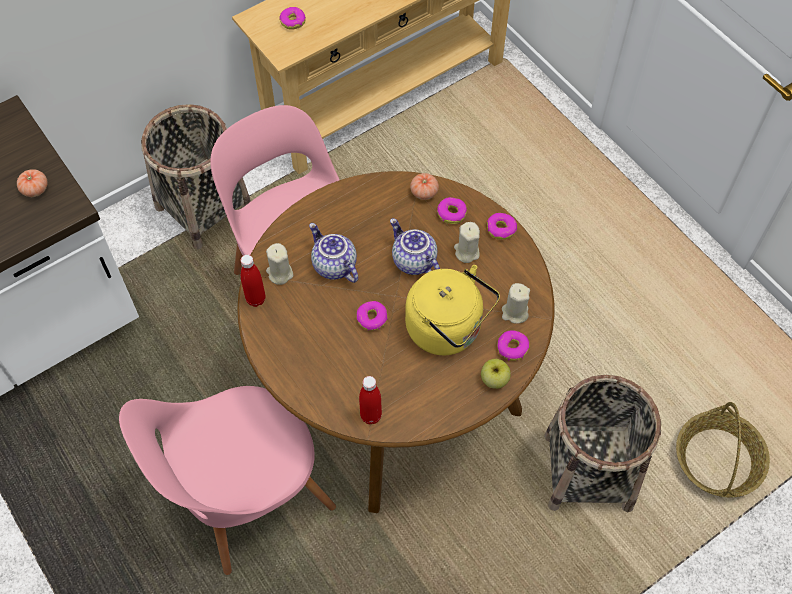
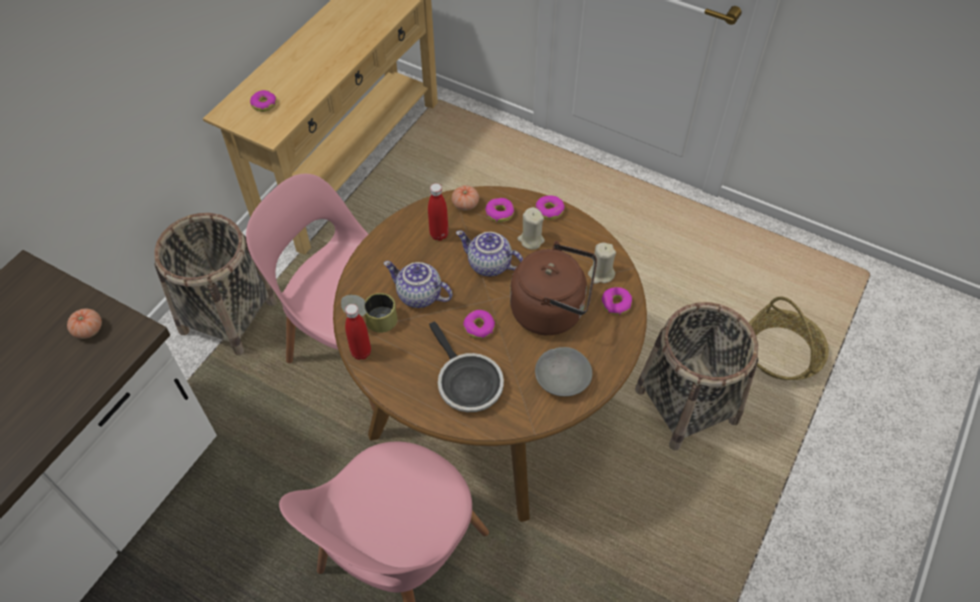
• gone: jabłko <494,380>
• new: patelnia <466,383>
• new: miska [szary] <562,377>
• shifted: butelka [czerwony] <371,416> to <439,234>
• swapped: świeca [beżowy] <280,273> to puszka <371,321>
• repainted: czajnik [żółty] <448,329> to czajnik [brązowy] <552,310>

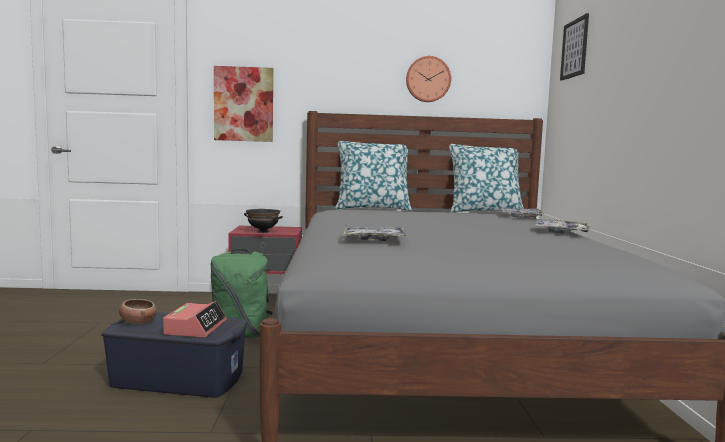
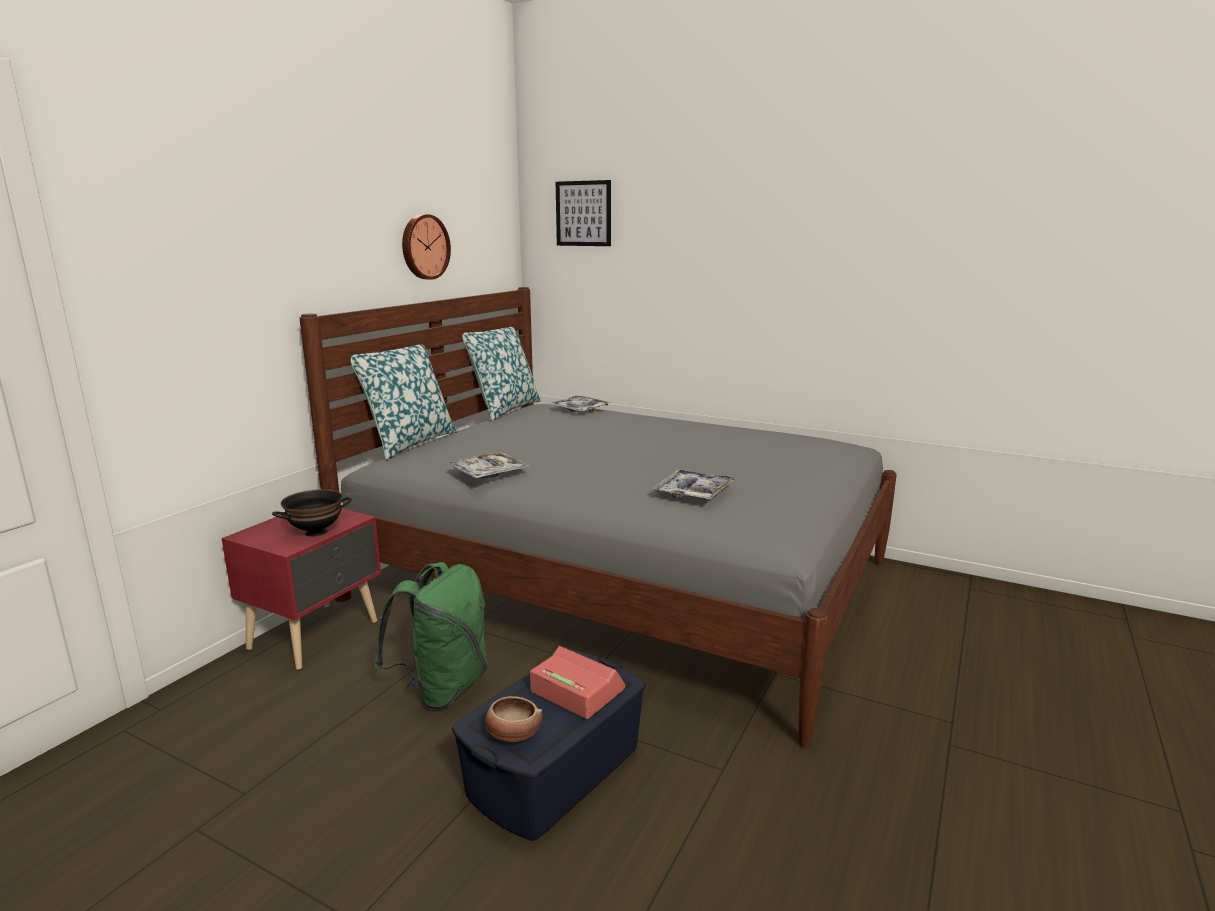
• gone: obraz <243,104>
• shifted: taca <561,232> to <488,473>

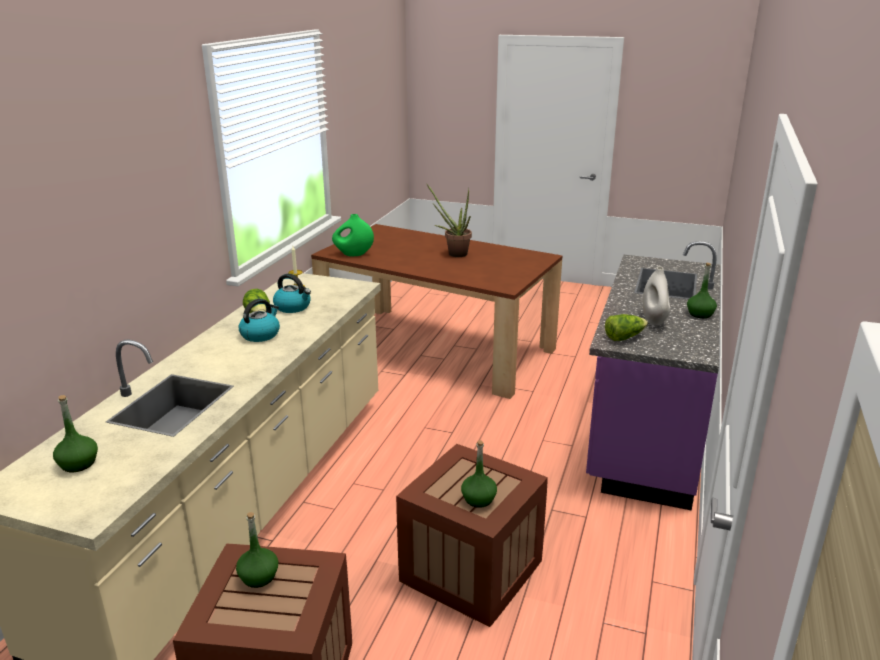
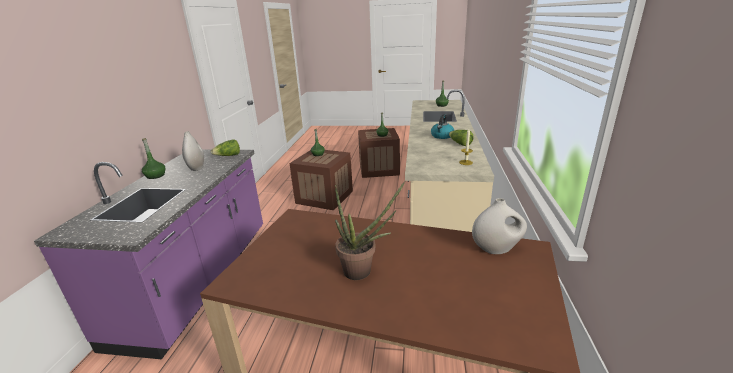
• gone: czajnik <293,307>
• repainted: wazon [zielony] <353,254> to wazon [biały] <496,249>

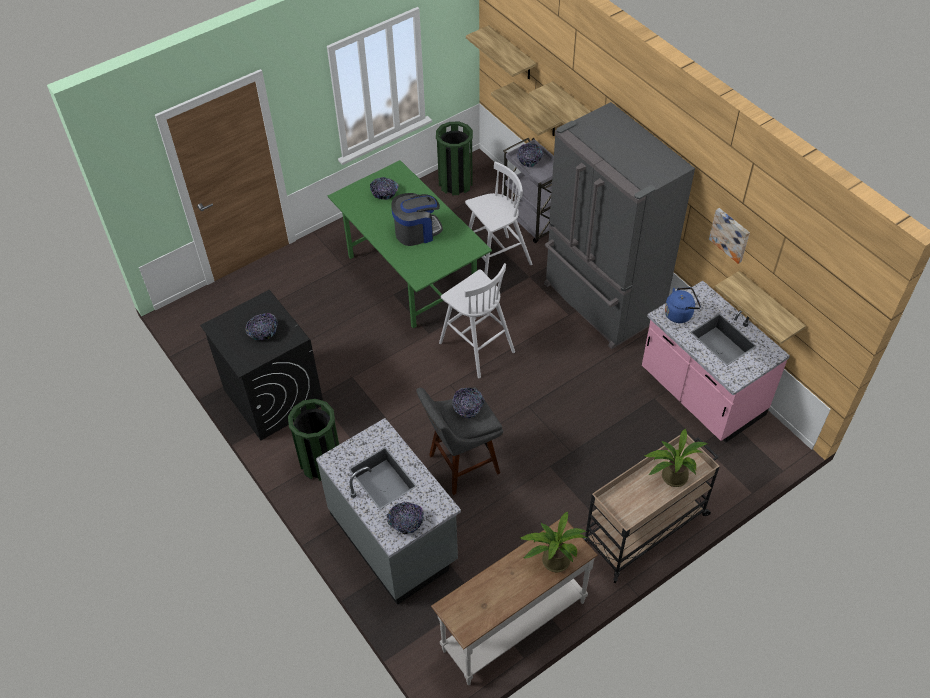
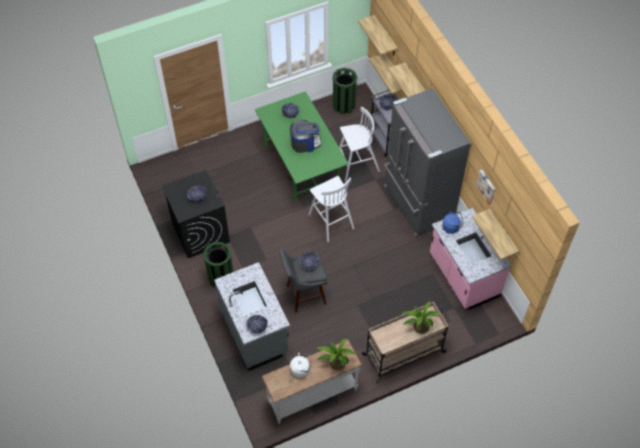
• new: czajnik [biały] <301,369>

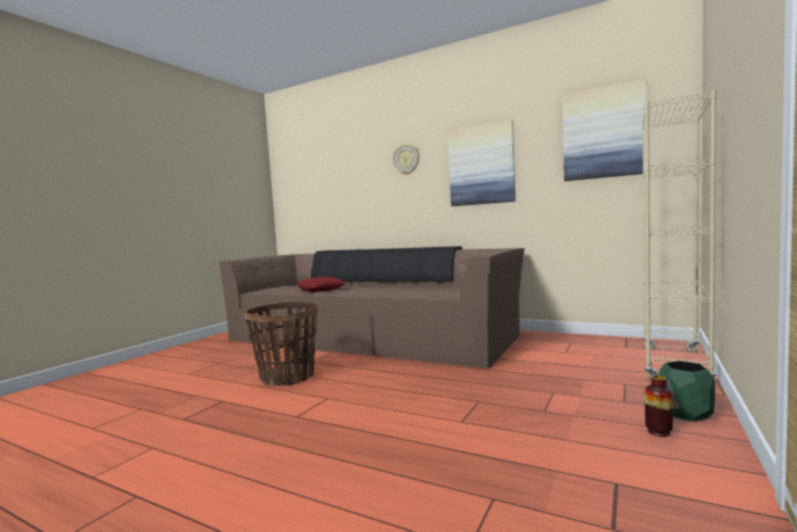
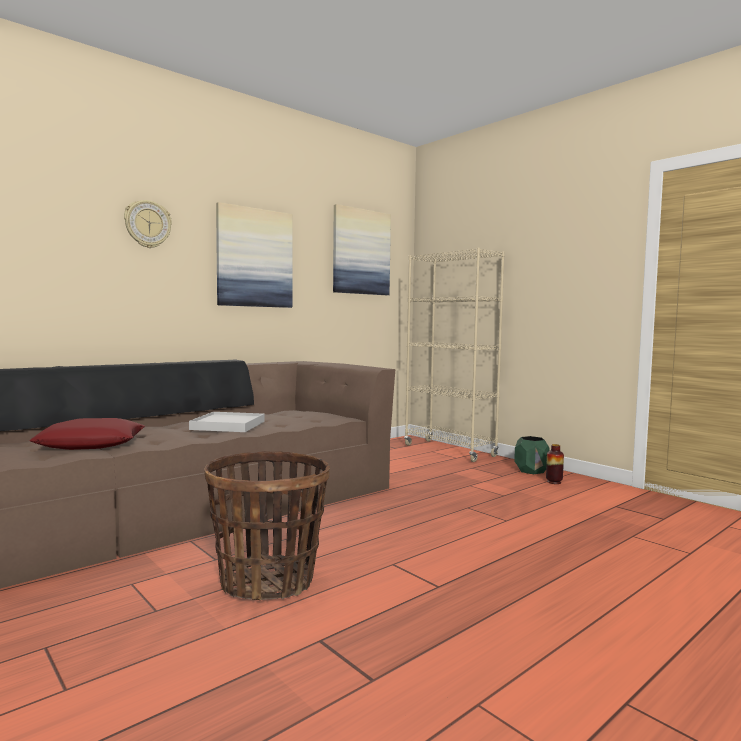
• new: taca [biały] <228,425>

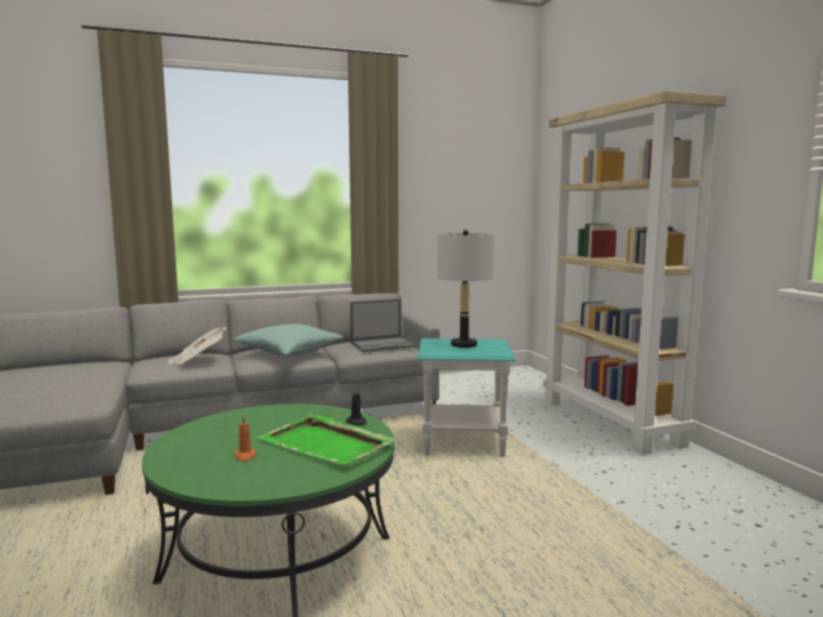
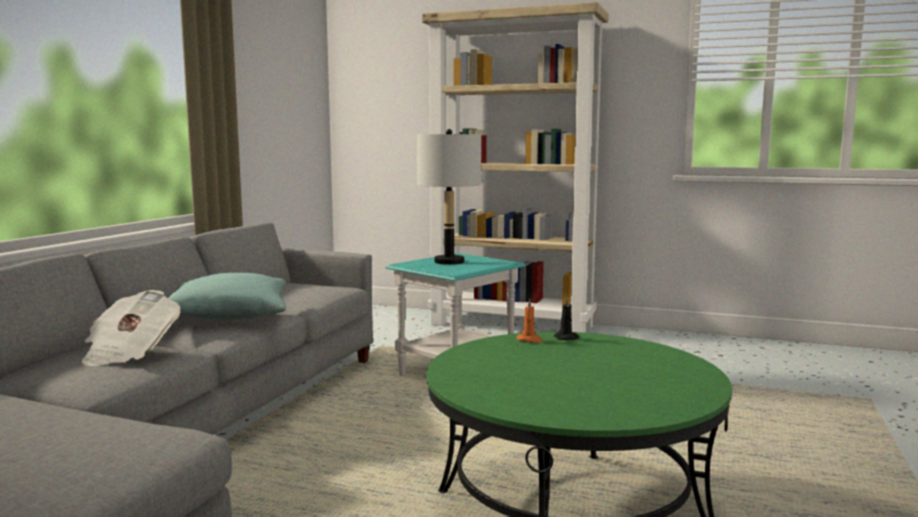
• gone: taca [zielony] <327,444>
• gone: laptop <383,344>
• shifted: świeca [pomarańczowy] <245,456> to <530,340>

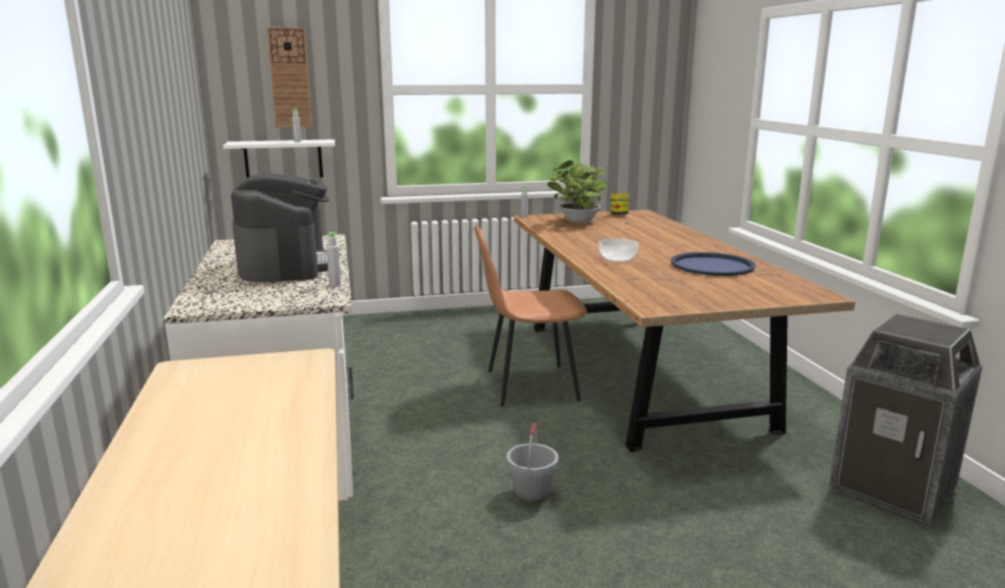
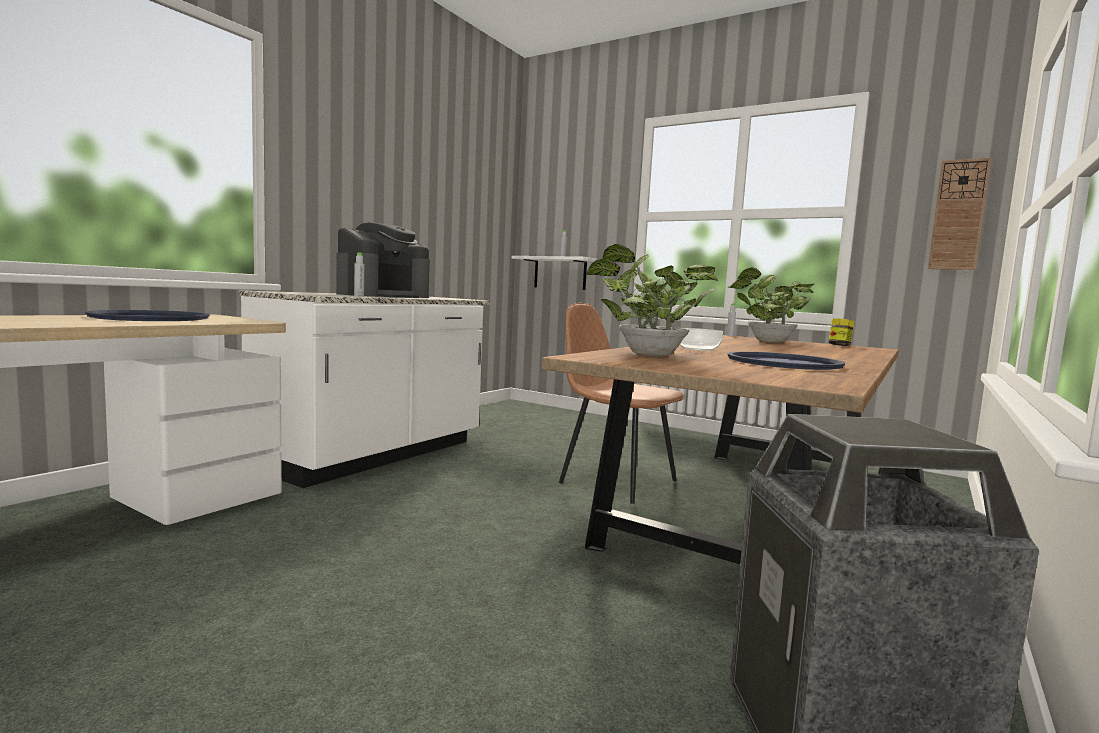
• gone: wiadro [szary] <531,494>
• new: taca [niebieski] <150,318>
• new: roślina doniczkowa <646,354>
• shifted: zegar ścienny <290,78> to <958,215>

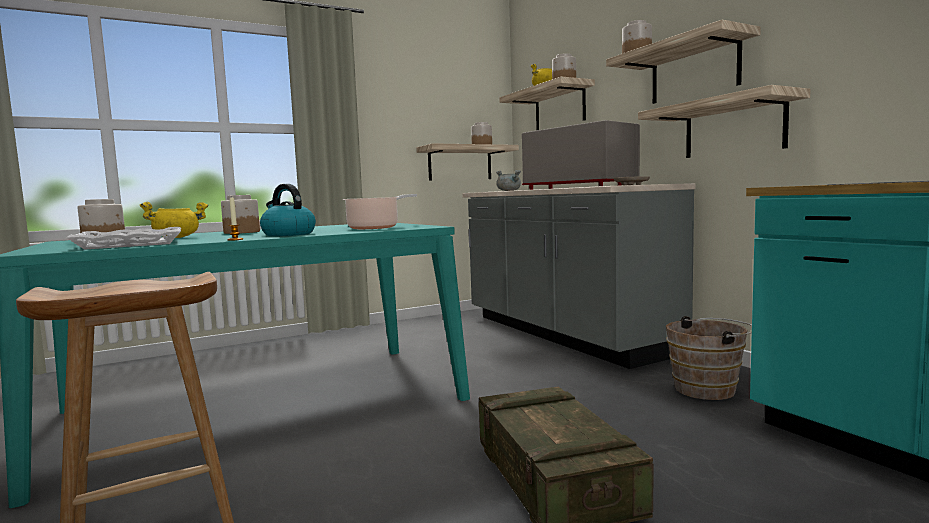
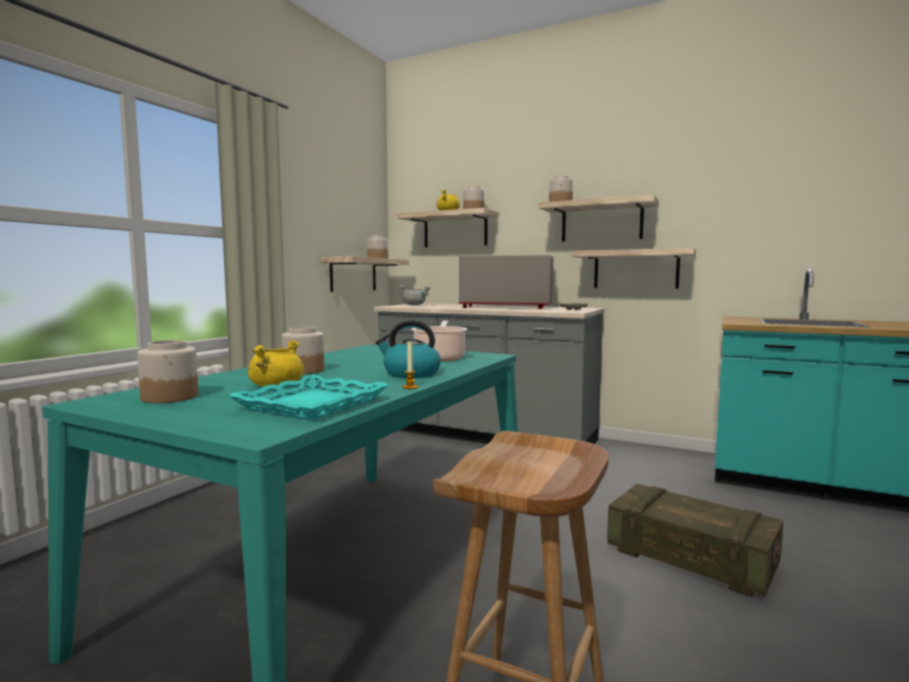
• gone: wiadro [brązowy] <709,389>
• repainted: taca [biały] <131,244> to taca [turkusowy] <312,404>

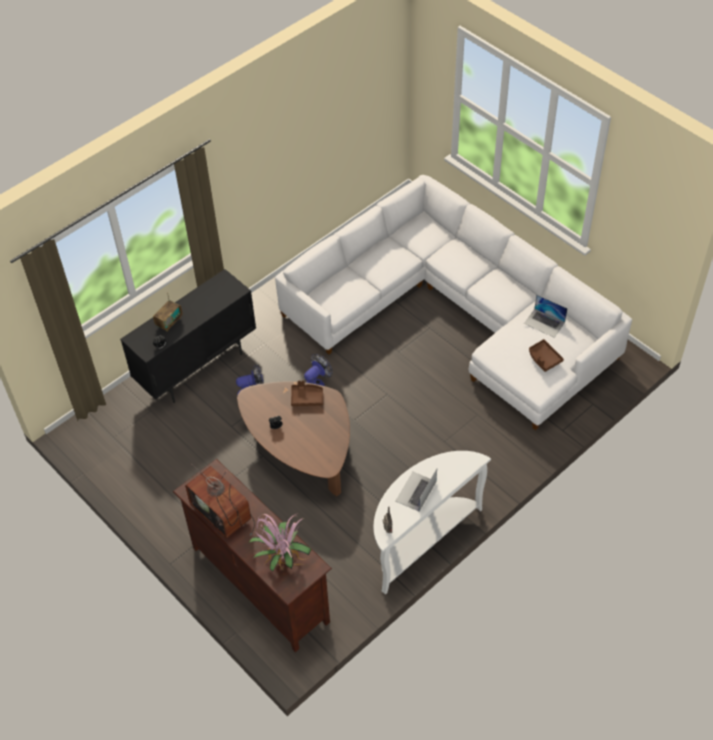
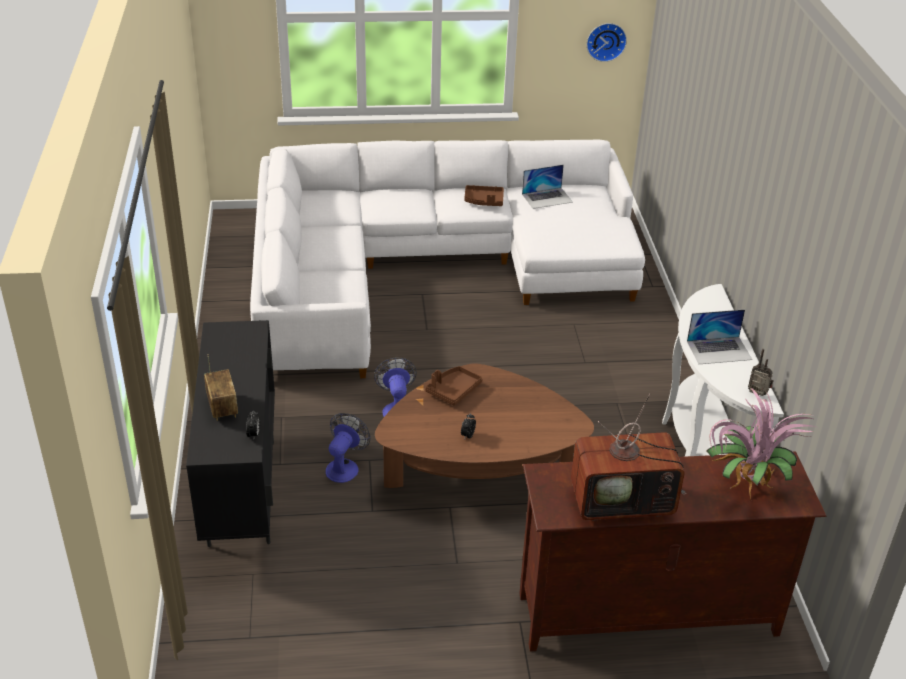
• new: zegar ścienny <605,41>
• shifted: taca [brązowy] <544,358> to <484,201>
• rotated: laptop <416,491> = <719,350> 75 degrees counterclockwise

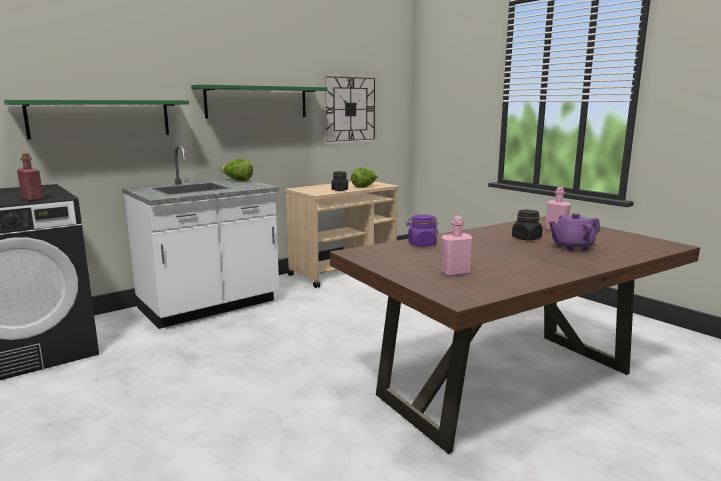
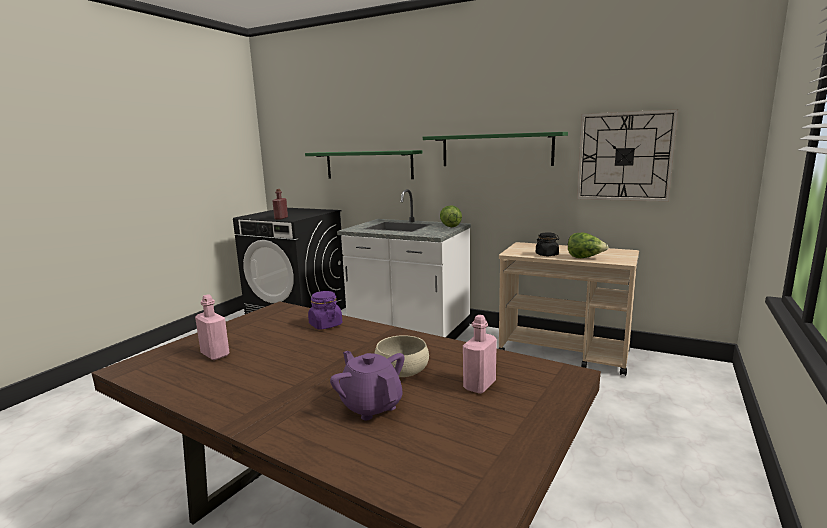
• swapped: słoik [czarny] <526,238> to miska [beżowy] <402,370>

